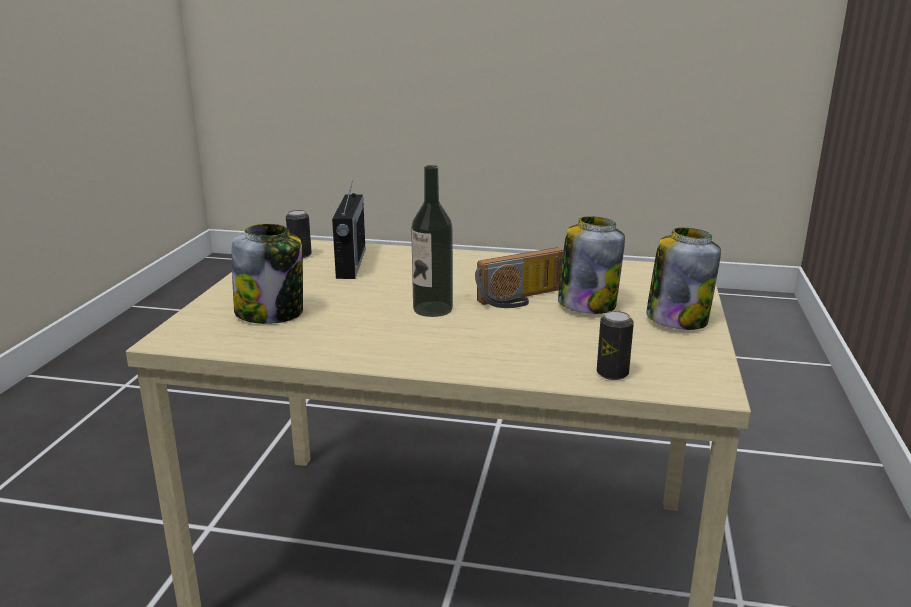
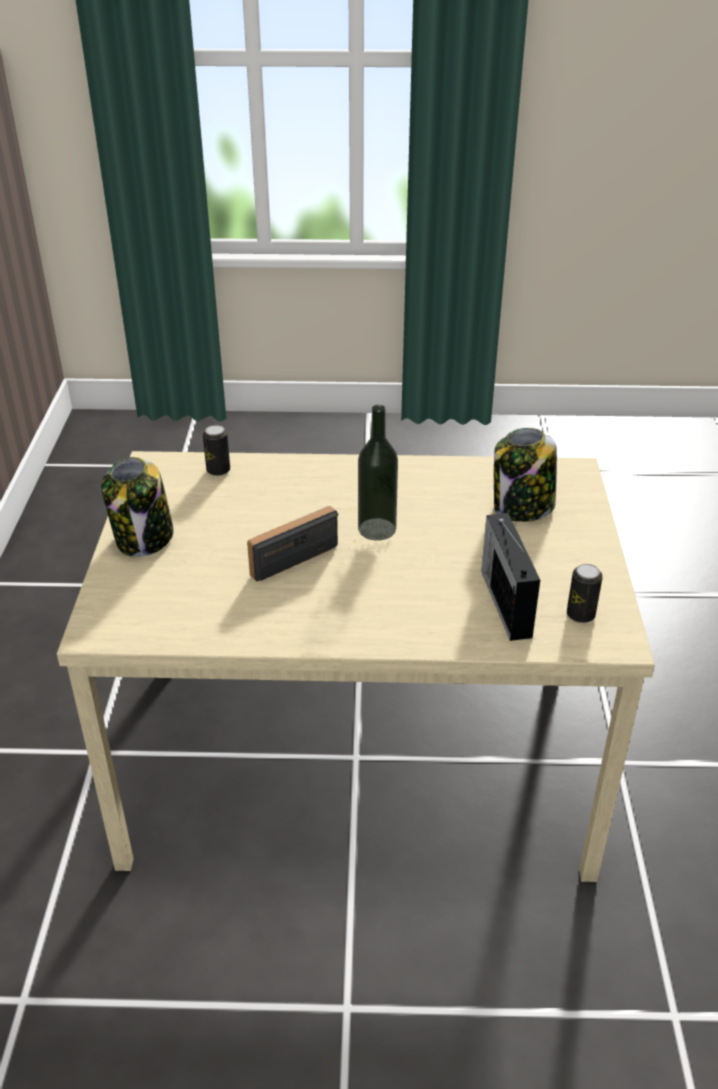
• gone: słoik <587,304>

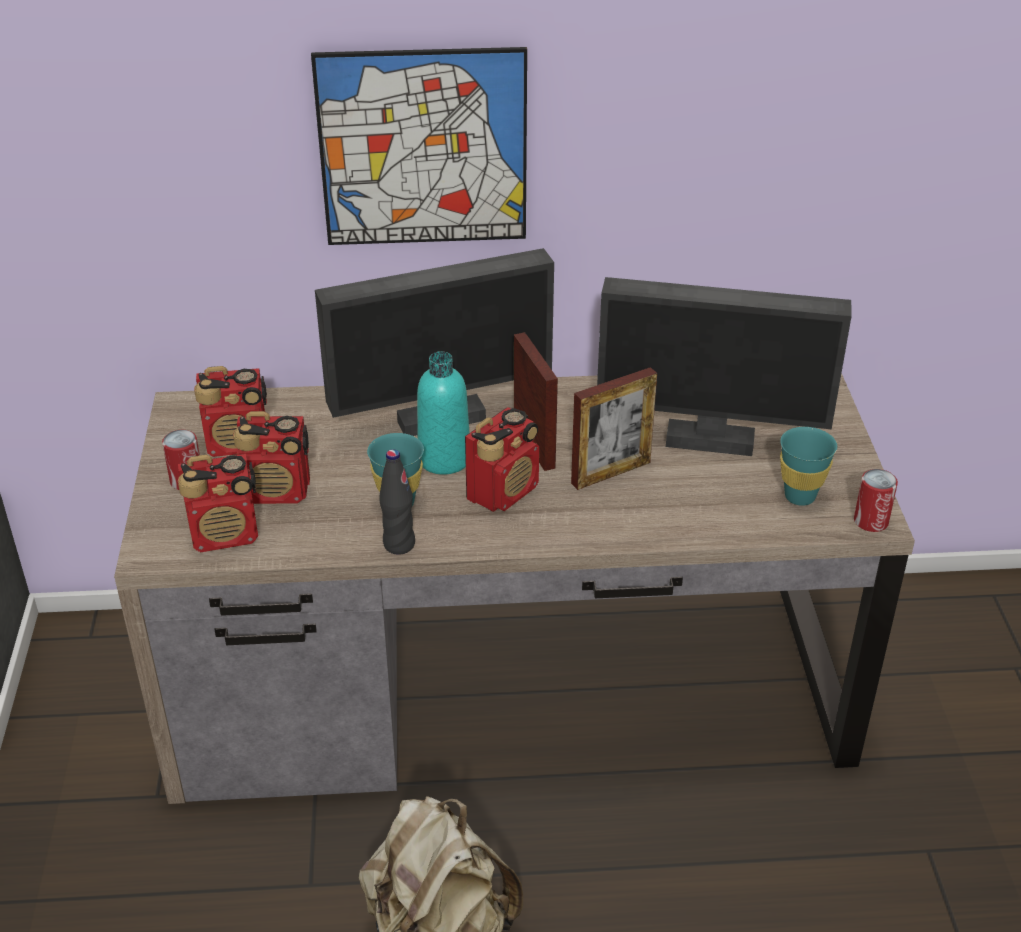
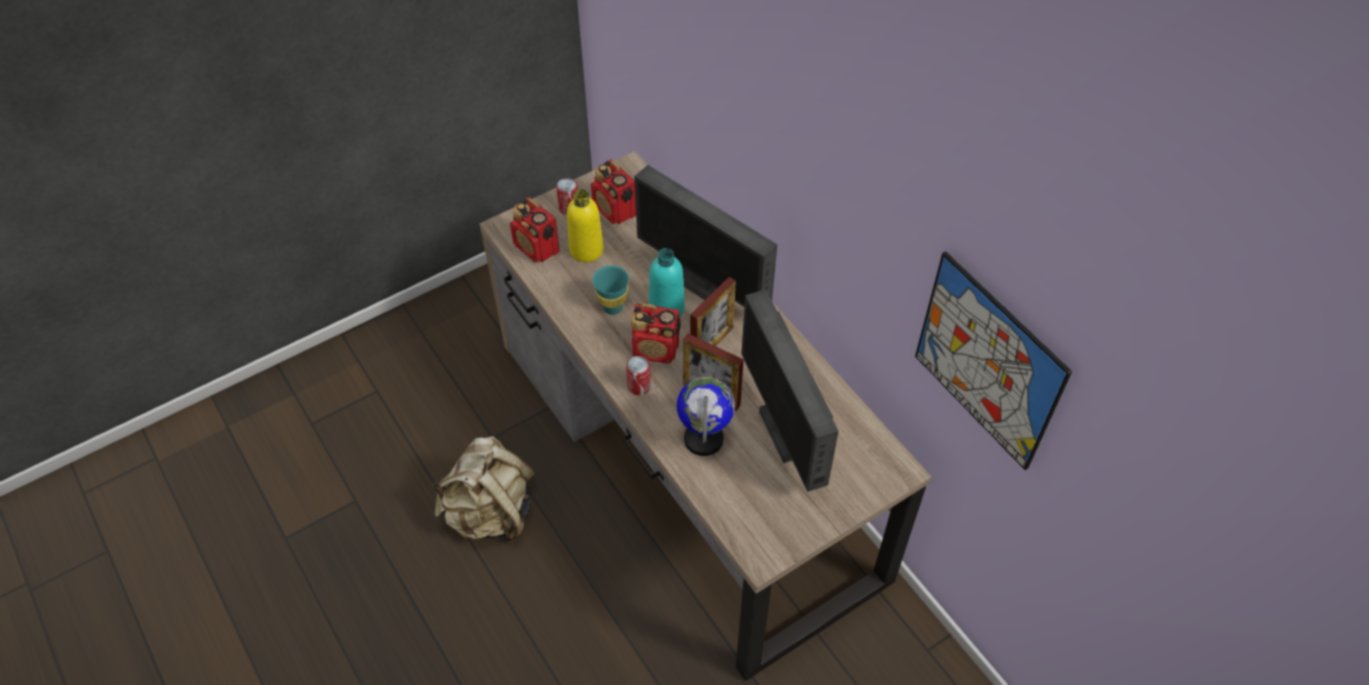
• gone: butelka [czarny] <399,544>
• gone: filiżanka [turkusowy] <800,496>
• new: globus <704,438>
• shifted: obraz <423,148> to <987,362>
• shifted: puszka <871,521> to <639,386>
• swapped: radio <278,491> to butelka [żółty] <586,250>

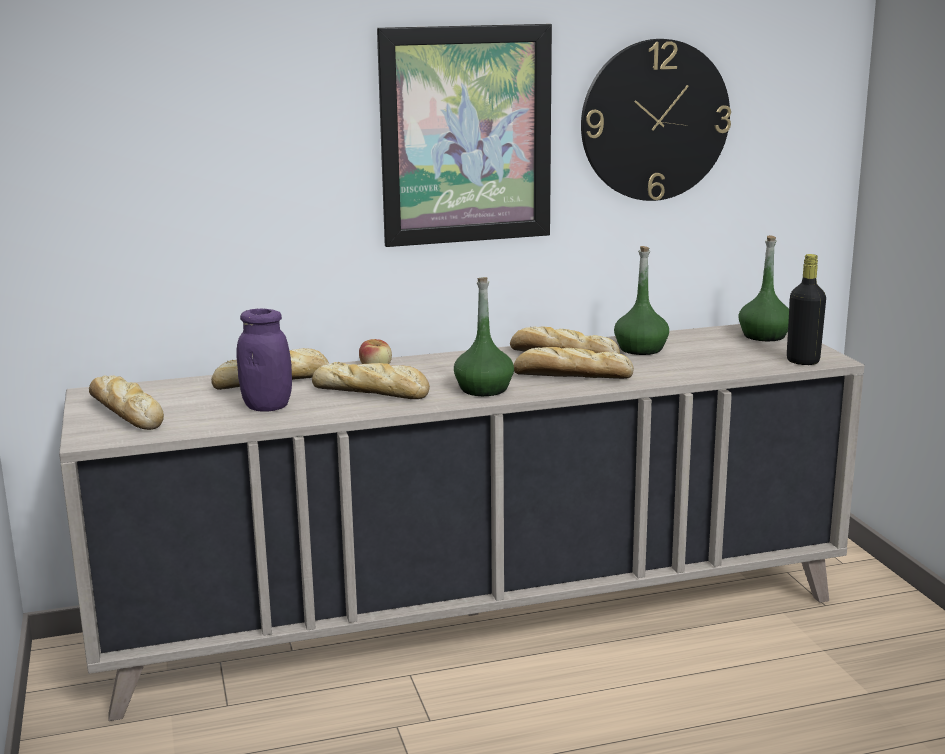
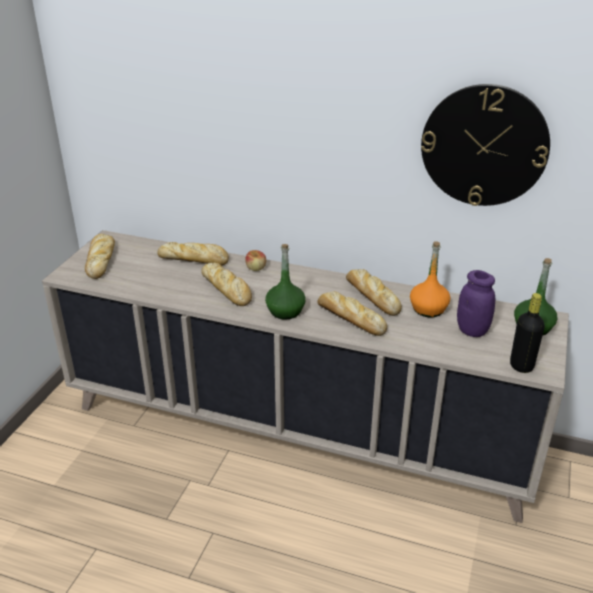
• gone: obraz <466,135>
• shifted: słoik [fioletowy] <267,406> to <472,330>
• repainted: butelka [zielony] <641,349> to butelka [pomarańczowy] <428,309>

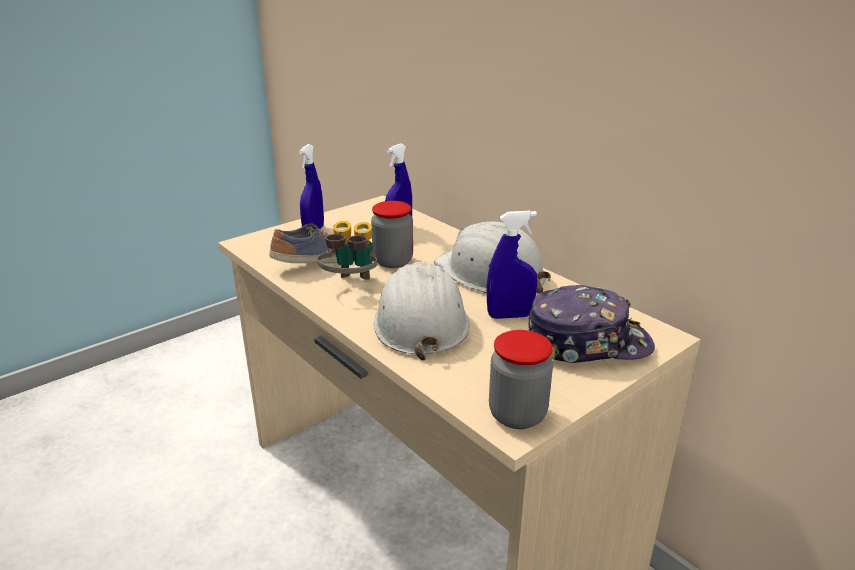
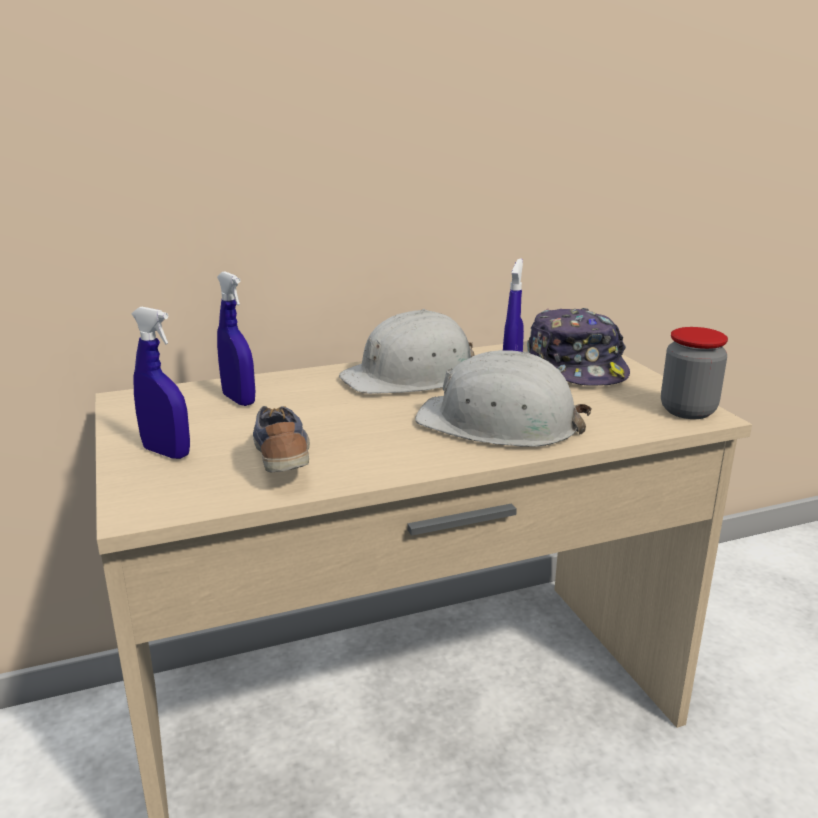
• gone: lornetka <351,285>
• gone: słoik <393,261>
• rotated: czapka z daszkiem <587,343> = <577,366> 150 degrees clockwise

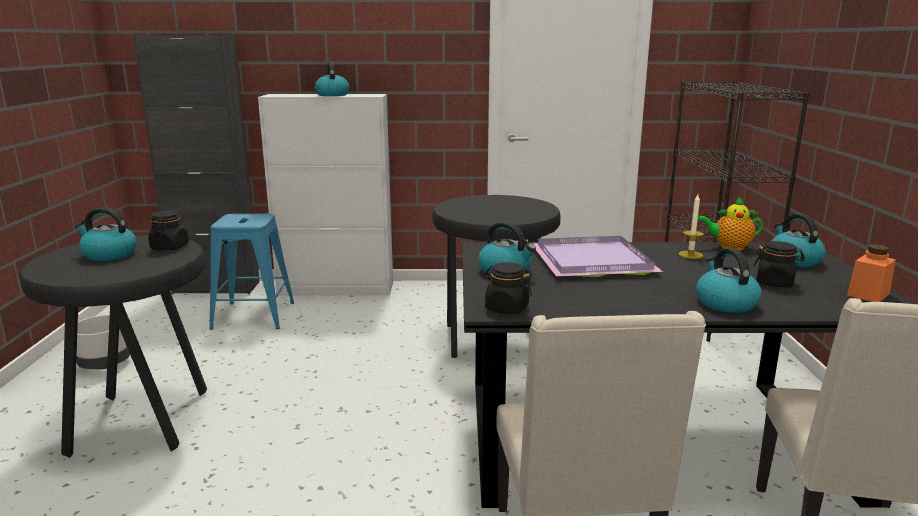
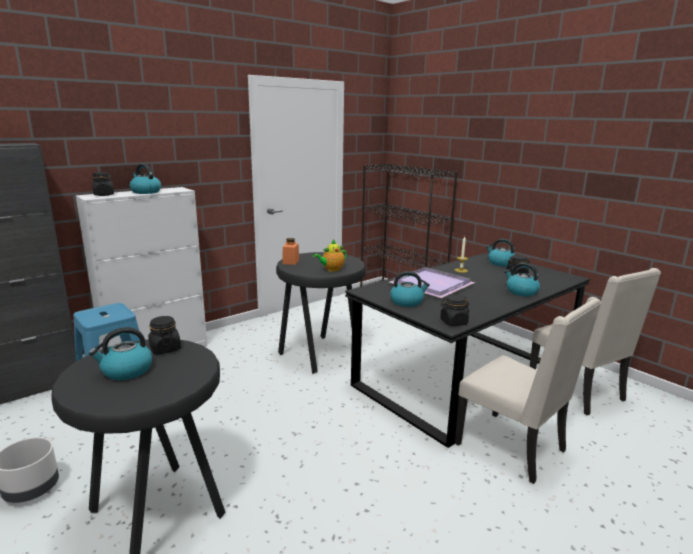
• new: słoik [czarny] <104,195>
• shifted: imbryk <729,247> to <331,269>
• shifted: słoik [pomarańczowy] <868,294> to <291,262>

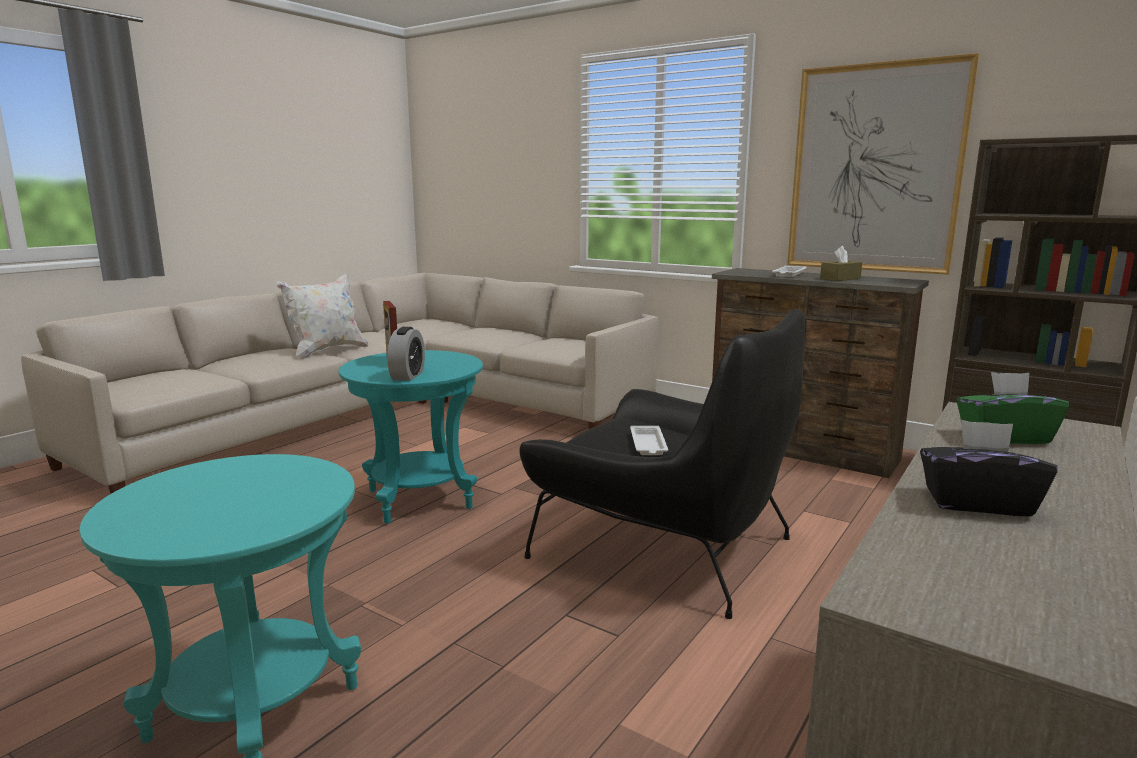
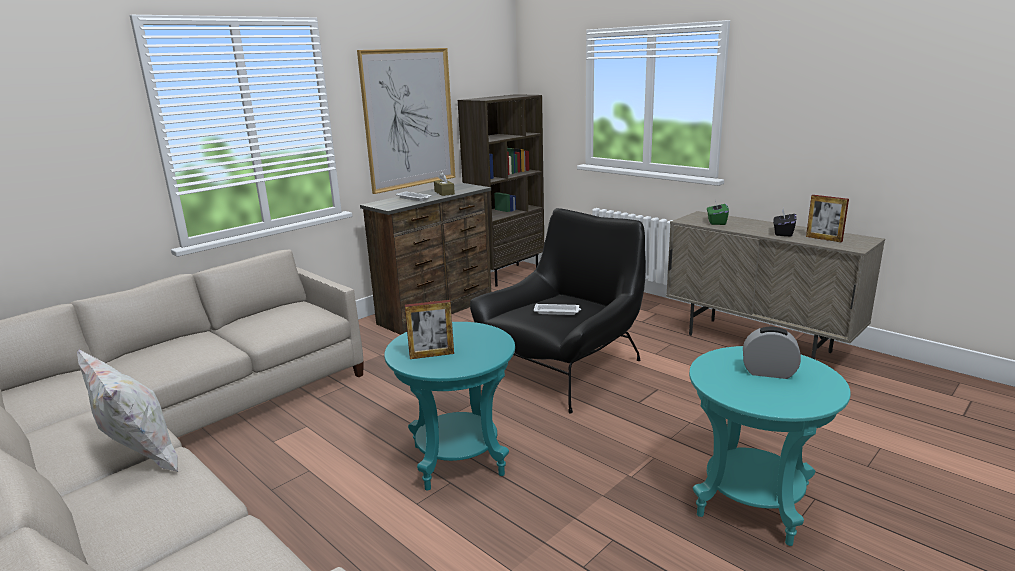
• new: ramka na zdjęcie <824,239>
• shifted: budzik <407,376> to <768,372>

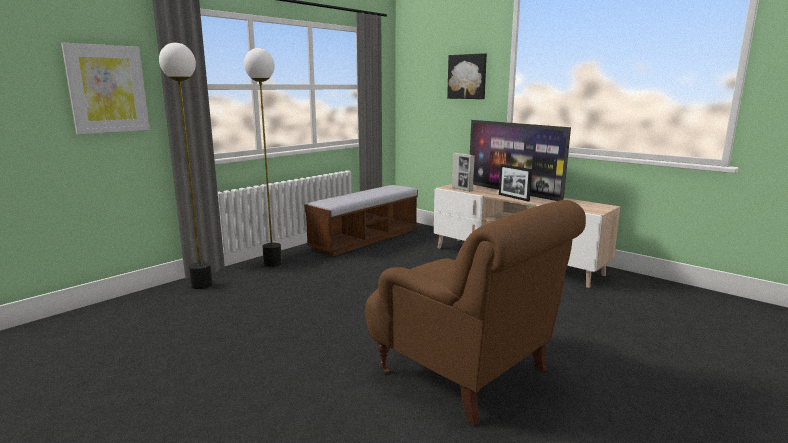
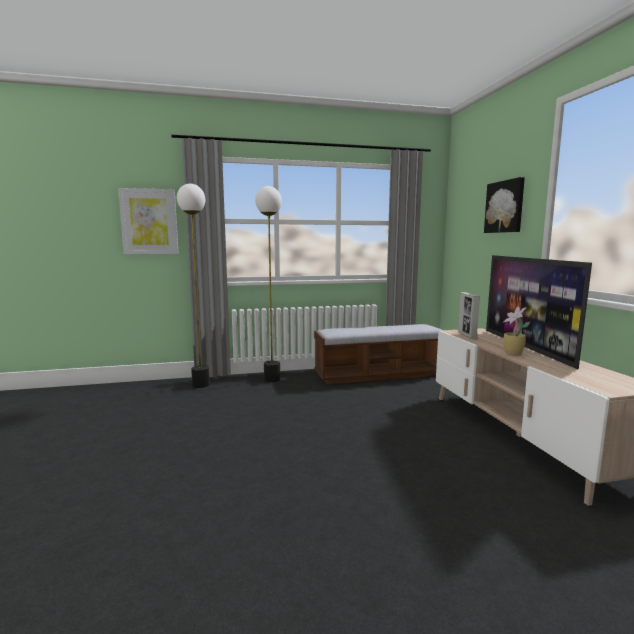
• gone: fotel [brązowy] <466,372>
• swapped: ramka na zdjęcie <513,197> to roślina doniczkowa <513,353>

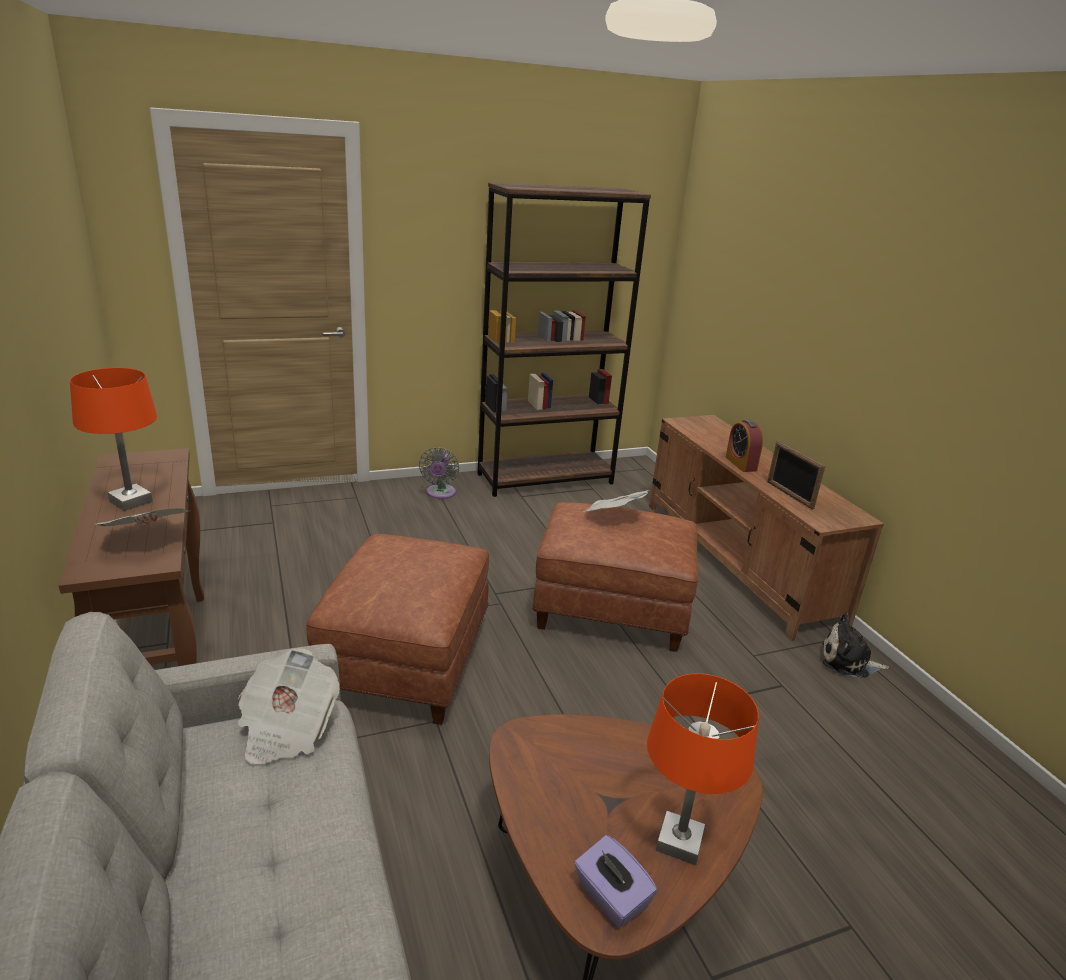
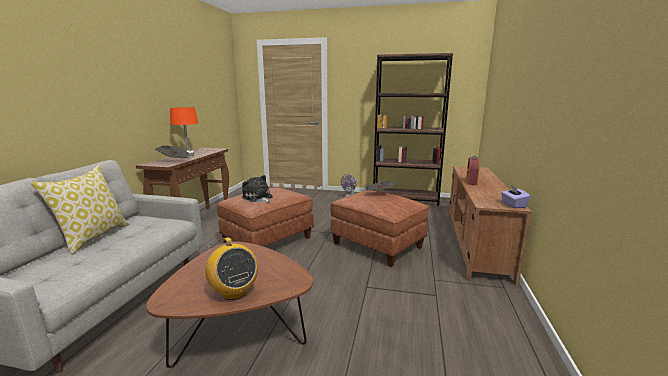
• gone: gazeta <286,728>
• gone: ramka na zdjęcie <789,495>
• new: poduszka <93,237>
• shifted: pudełko chusteczek [fioletowy] <610,897> to <513,205>
• shifted: pluszak <848,661> to <258,198>
• swapped: lampa stołowa [pomarańczowy] <679,841> to radio <234,292>

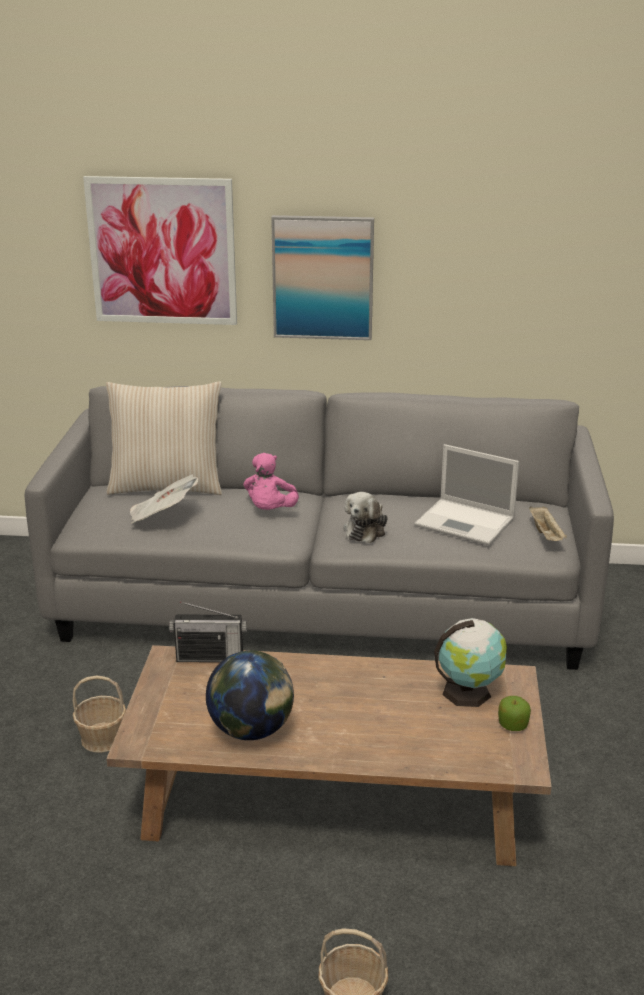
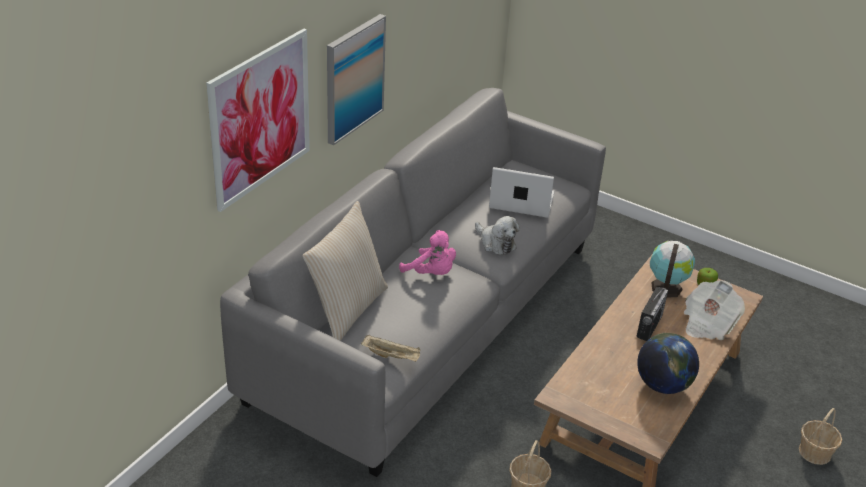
• shifted: gazeta <162,516> to <708,323>
• shifted: radio <210,657> to <649,326>
• shifted: taca [beżowy] <546,534> to <392,356>
• rotated: laptop <466,522> = <520,201> 135 degrees counterclockwise

